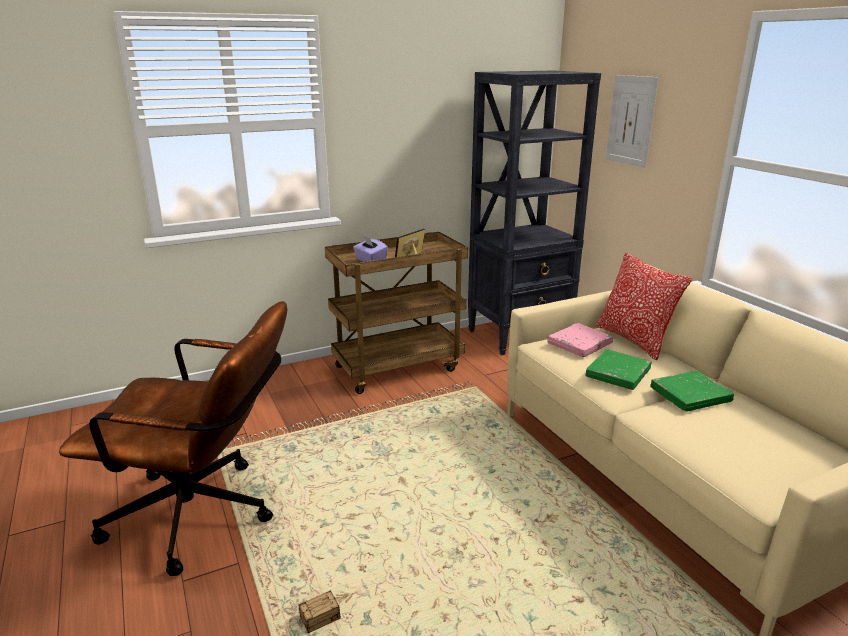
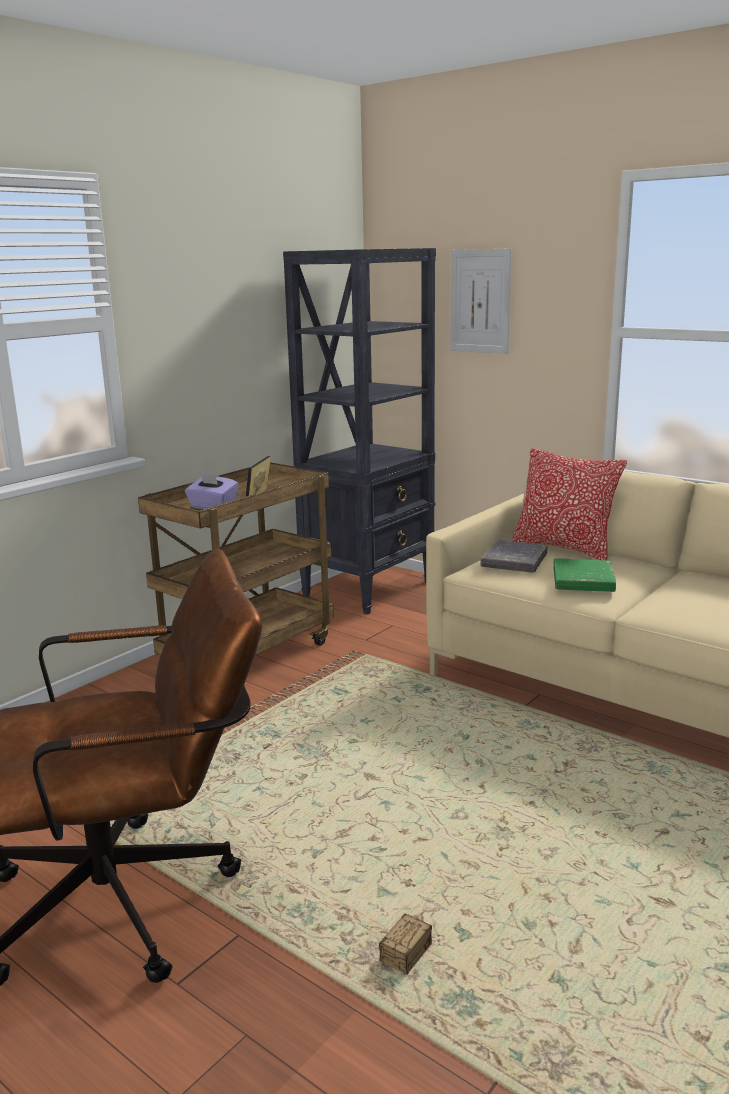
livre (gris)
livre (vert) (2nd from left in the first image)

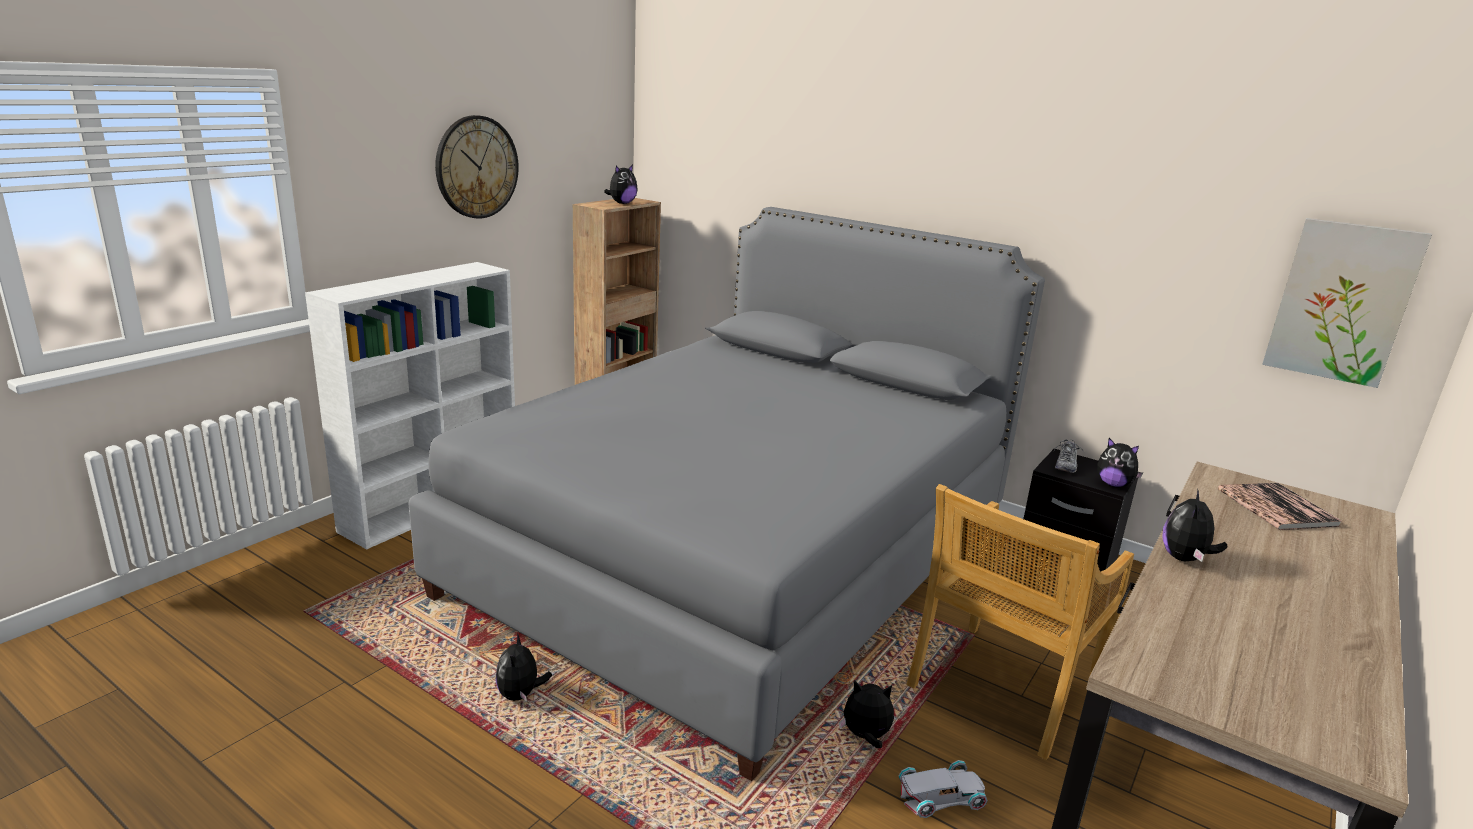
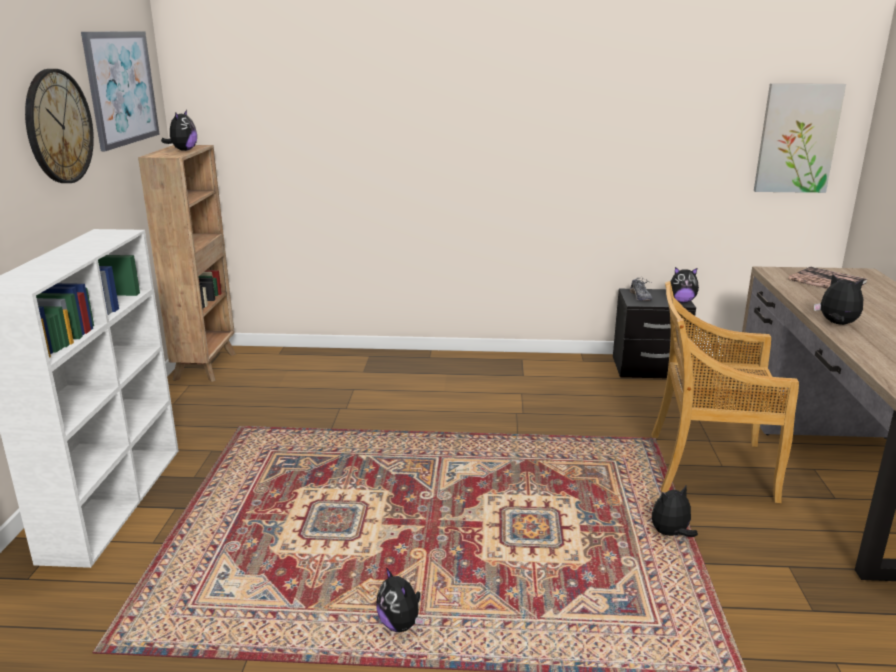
lit (gris)
petite voiture (blanc)
chaise (beige)
peluche (5th from left)
tableau (1st from left)

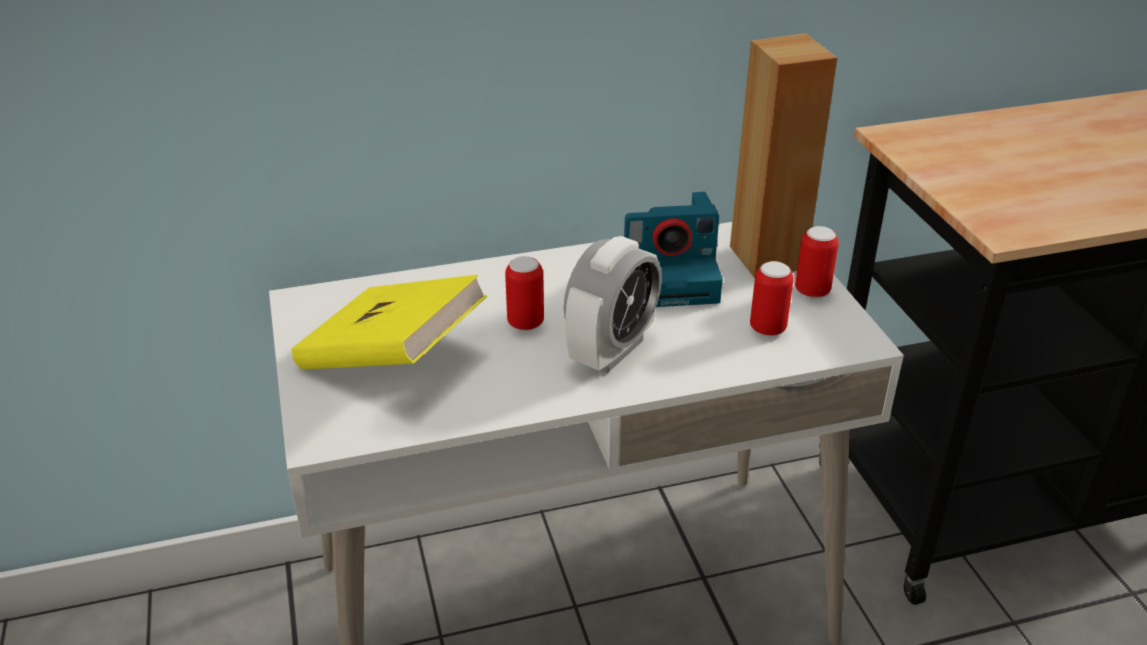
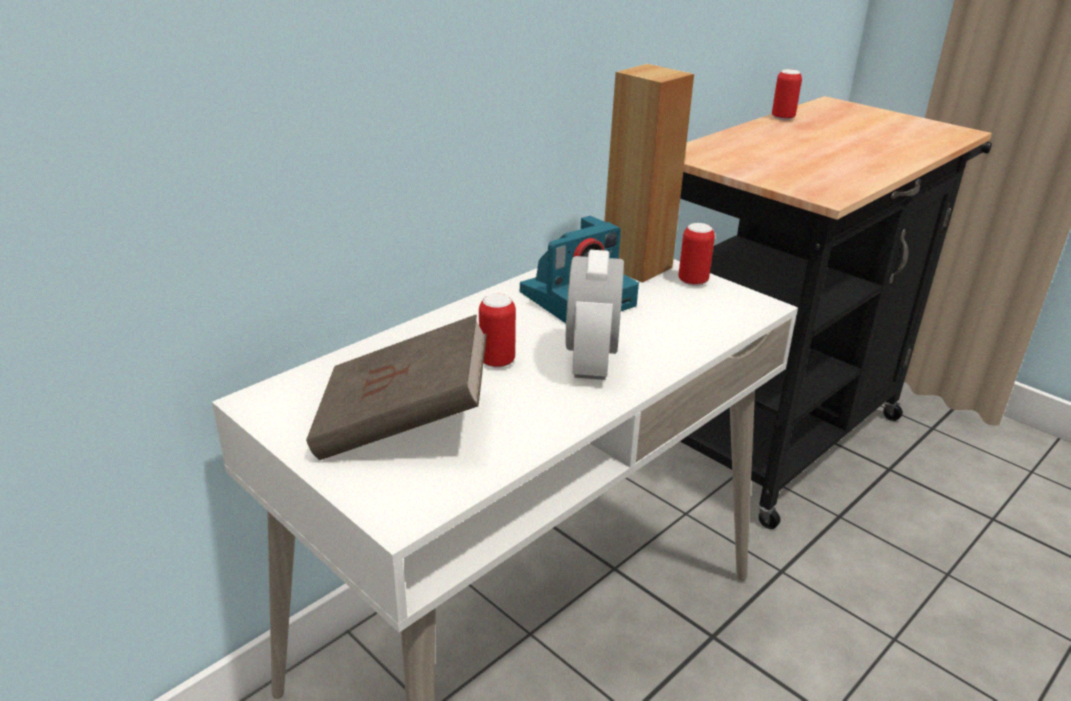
livre (marron)
boîte métallique (3rd from left)

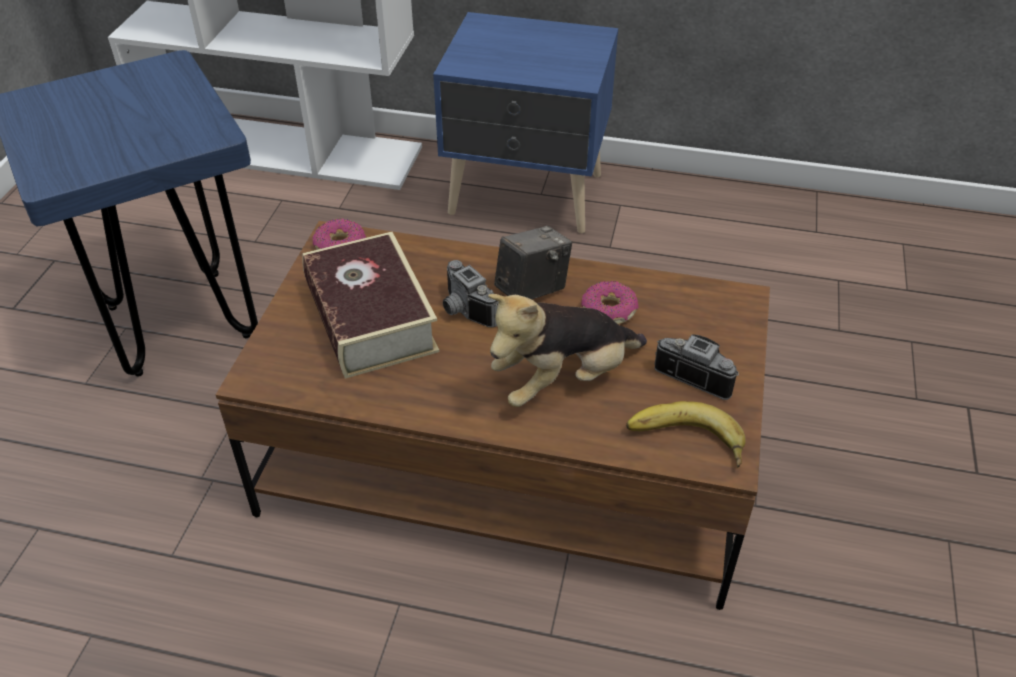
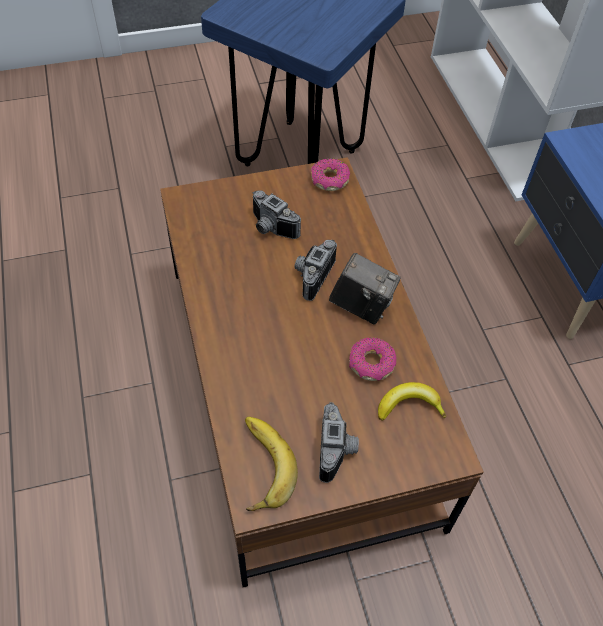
appareil photo (1st from left)
peluche
banane (2nd from left)

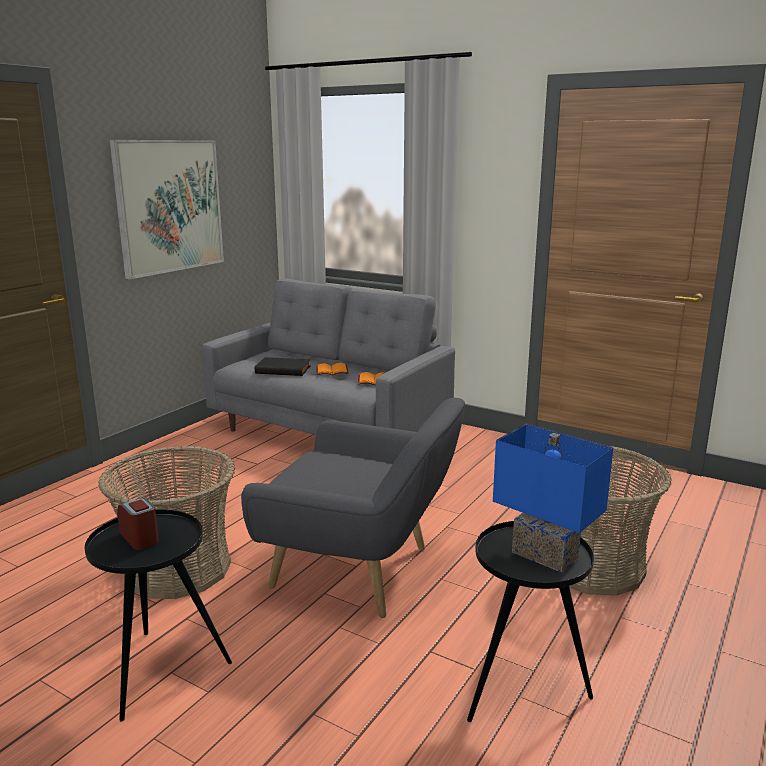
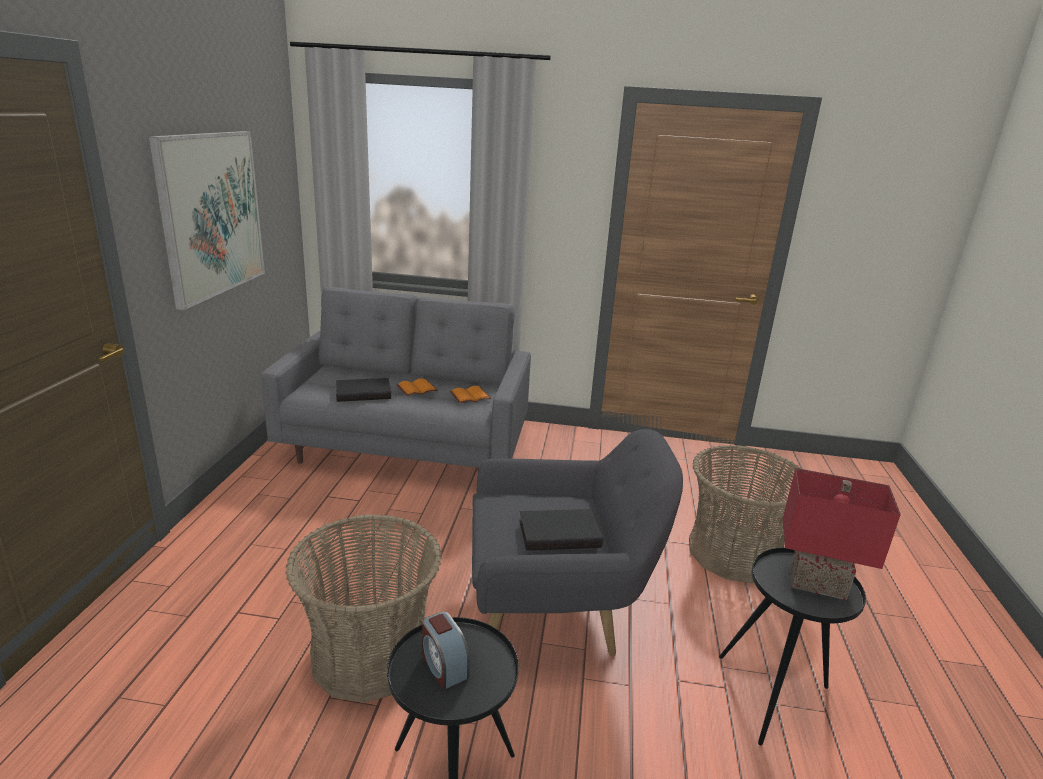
réveil
lampe de table (rouge)
livre (noir) (2nd from left)

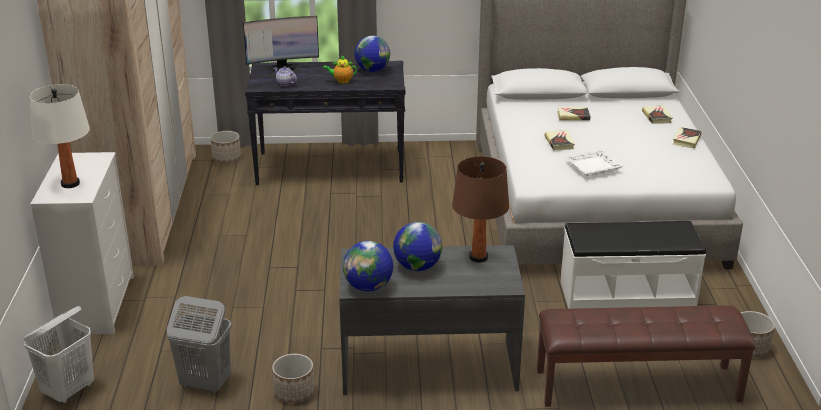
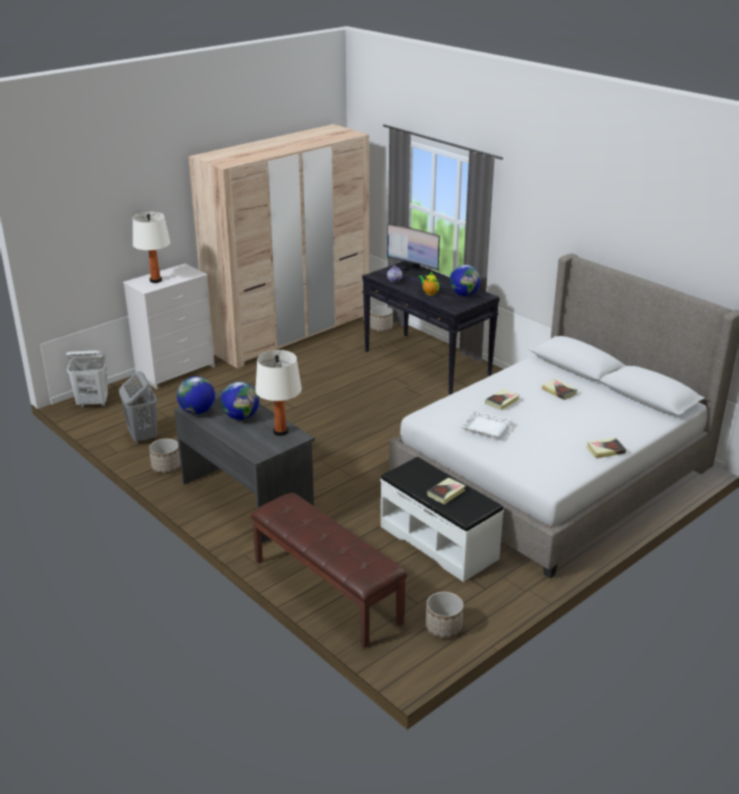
lampe de table (blanc) (2nd from left)
livre (1st from left)

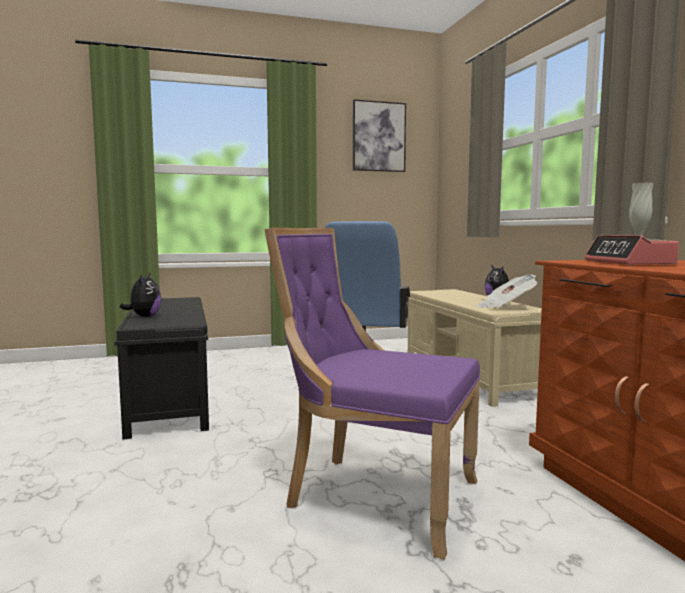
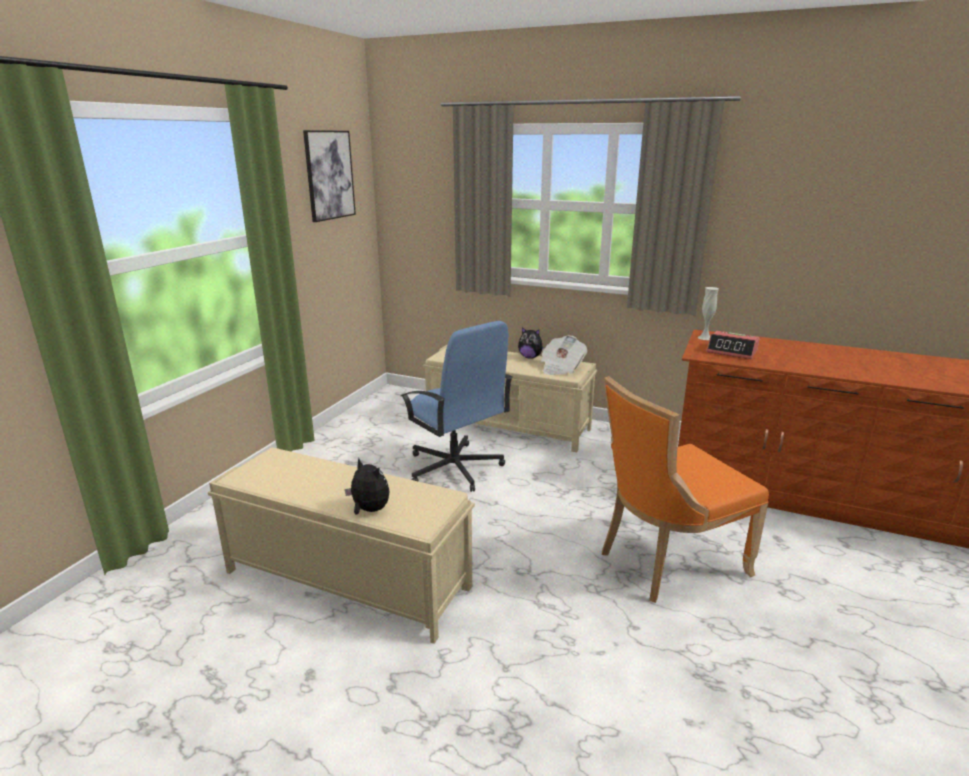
banc (beige) (1st from left)
chaise (orange)

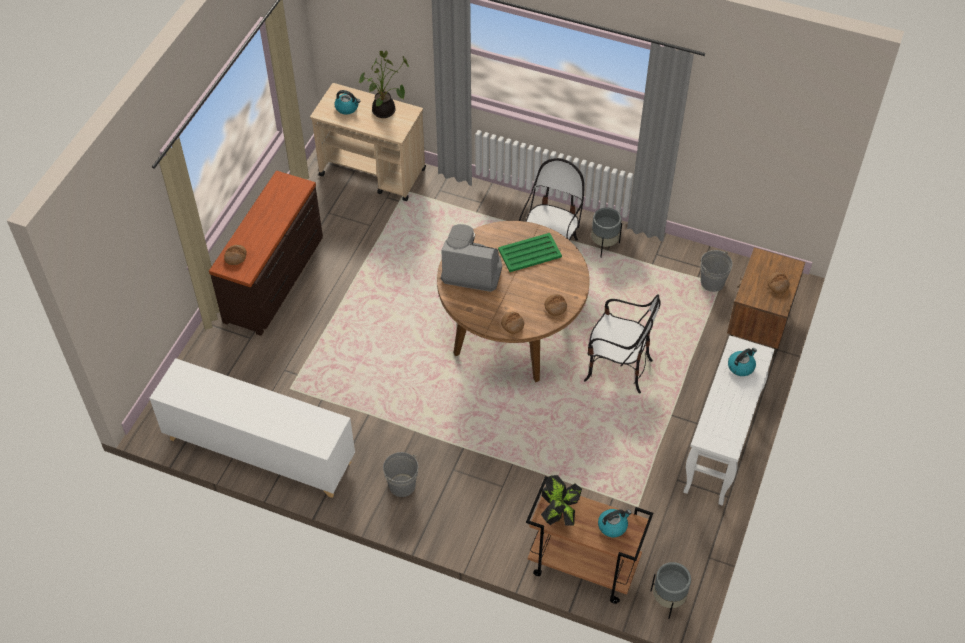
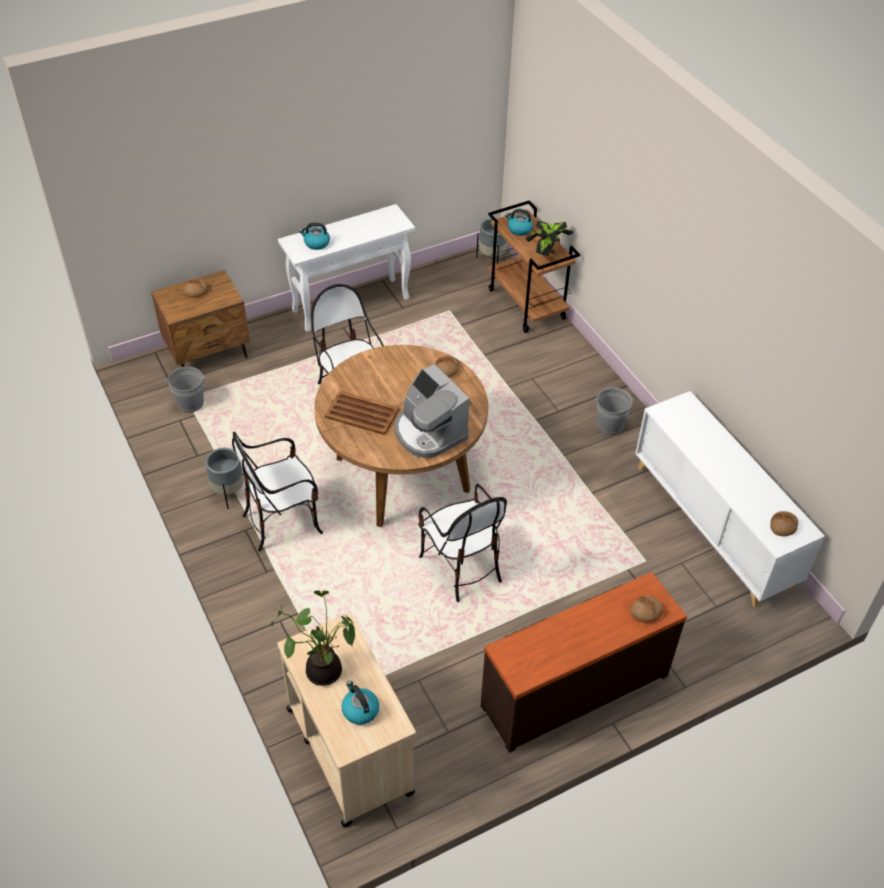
plateau (marron)
pain (4th from left)
chaise (3rd from left)

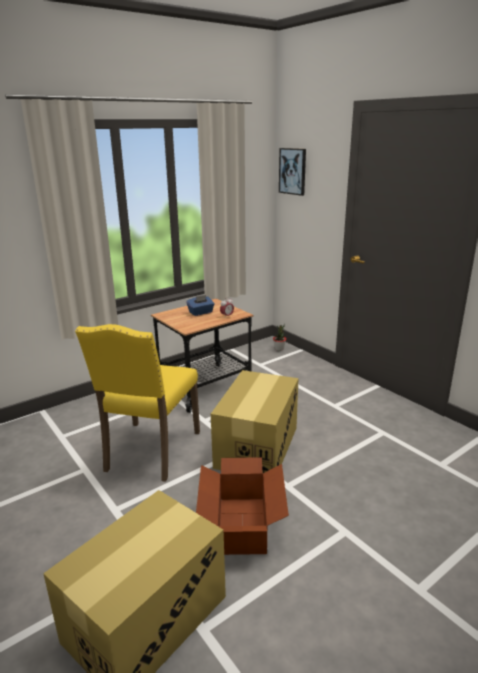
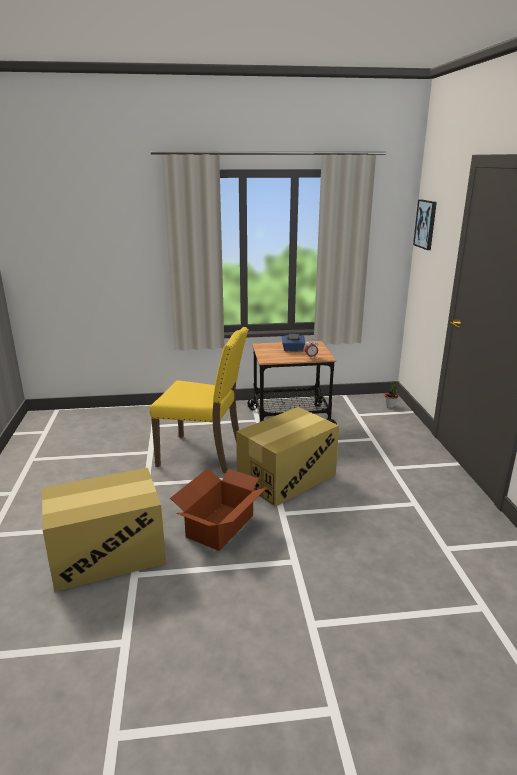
chaise (jaune)

